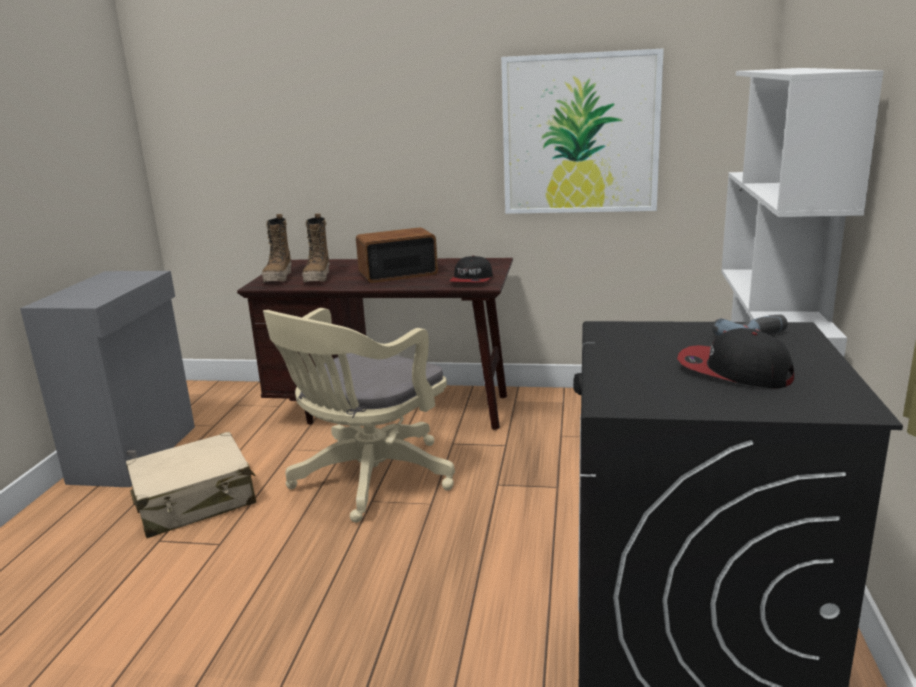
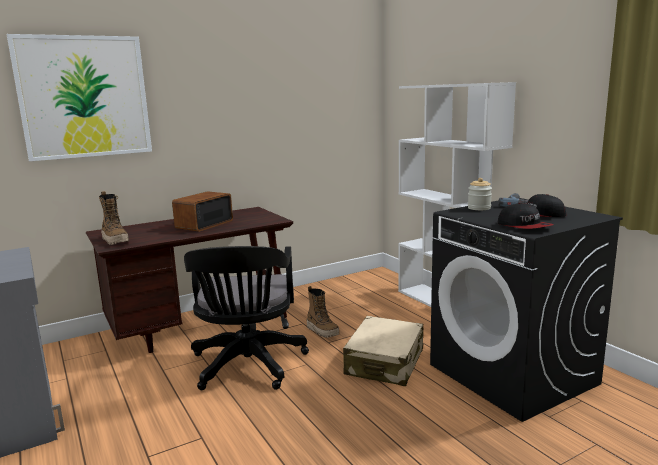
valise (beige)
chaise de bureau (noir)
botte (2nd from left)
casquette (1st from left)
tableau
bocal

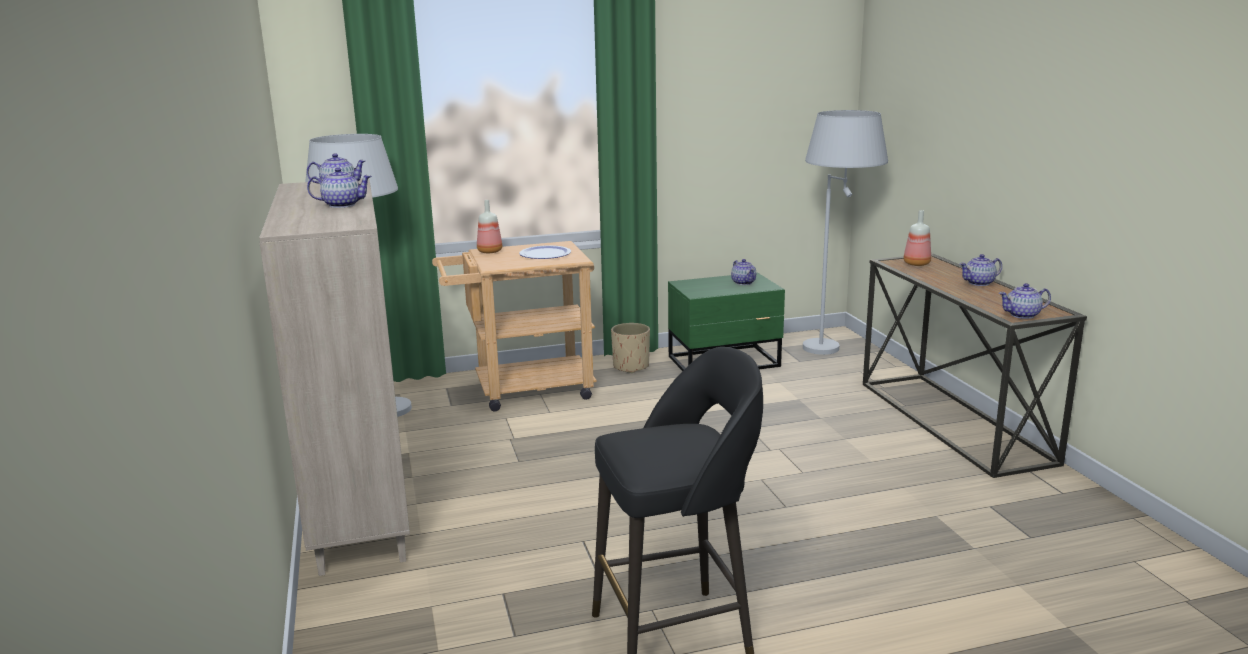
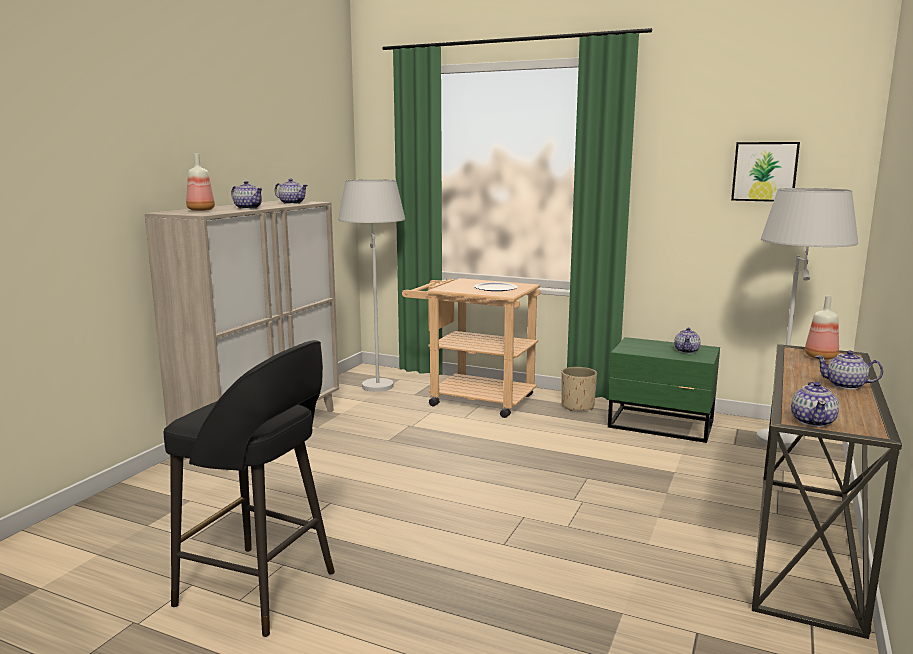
bouteille (1st from left)
théière (4th from left)
tableau

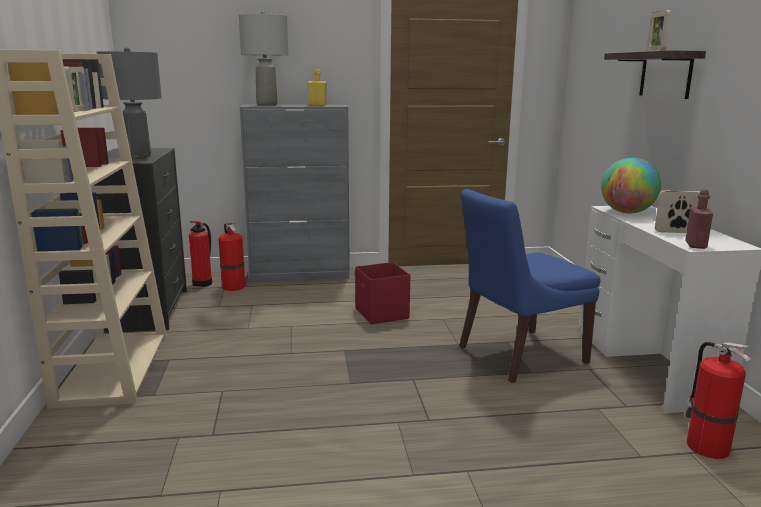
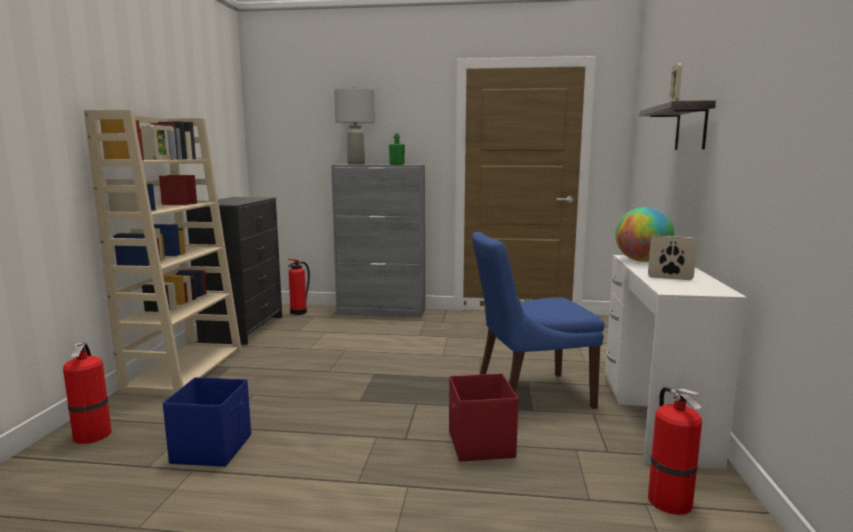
lampe de table (gris) (1st from left in the first image)
extincteur (1st from left)
bouteille (vert)
boîte de rangement (rouge)
bouteille (rouge)
boîte de rangement (bleu)

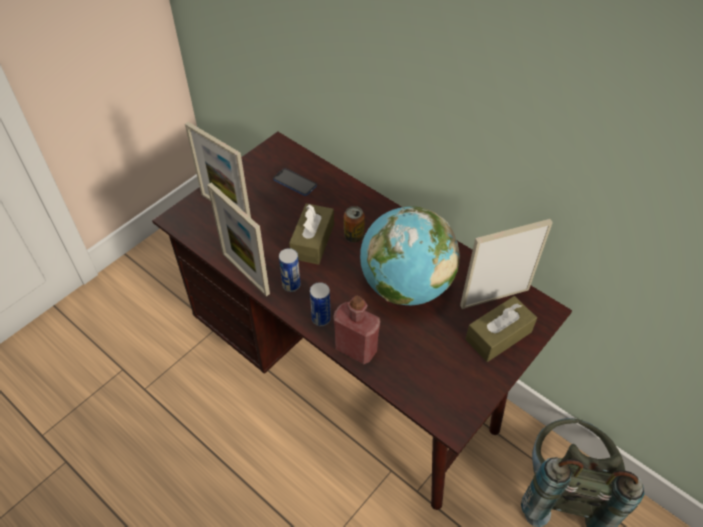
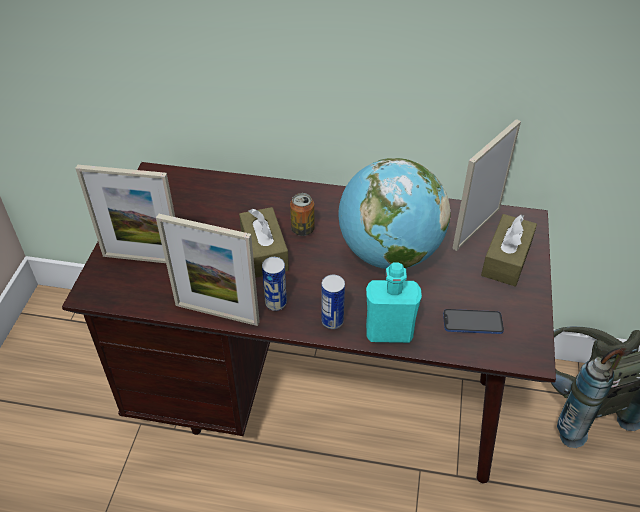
téléphone
bouteille (turquoise)

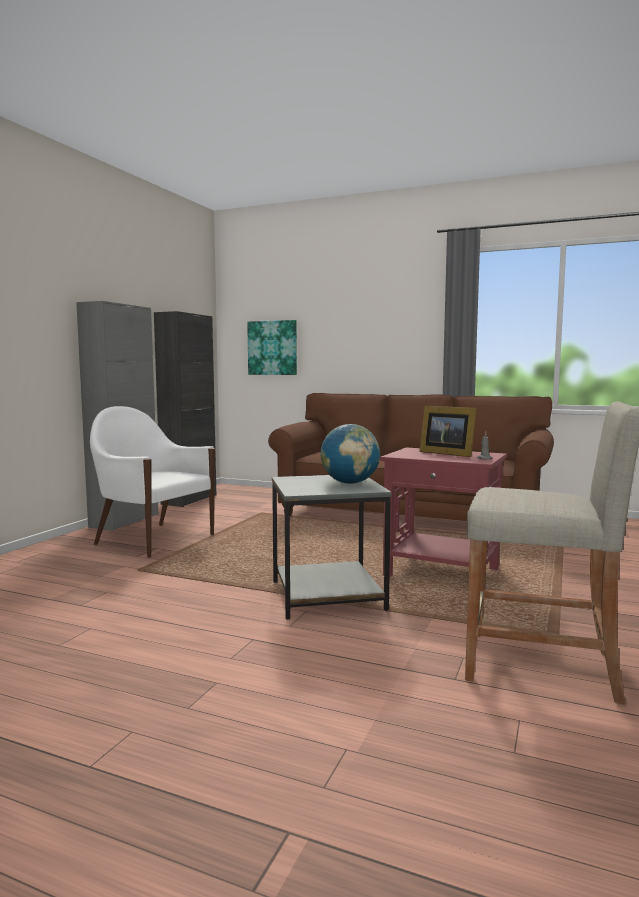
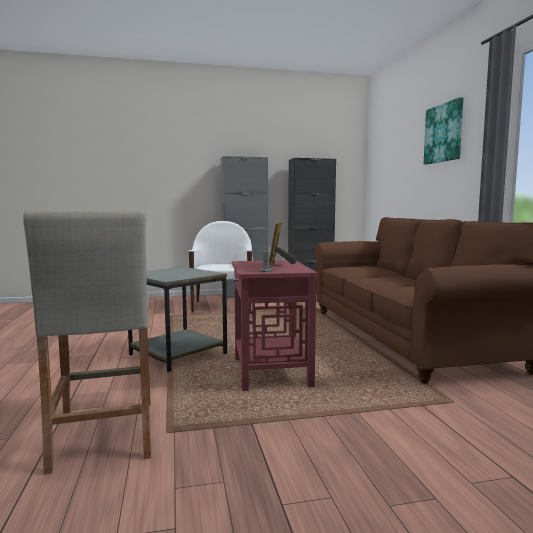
tableau
globe

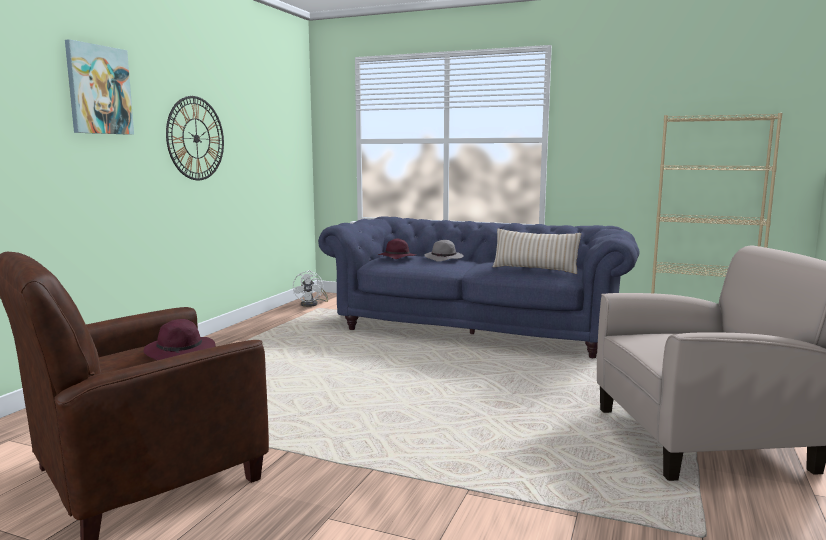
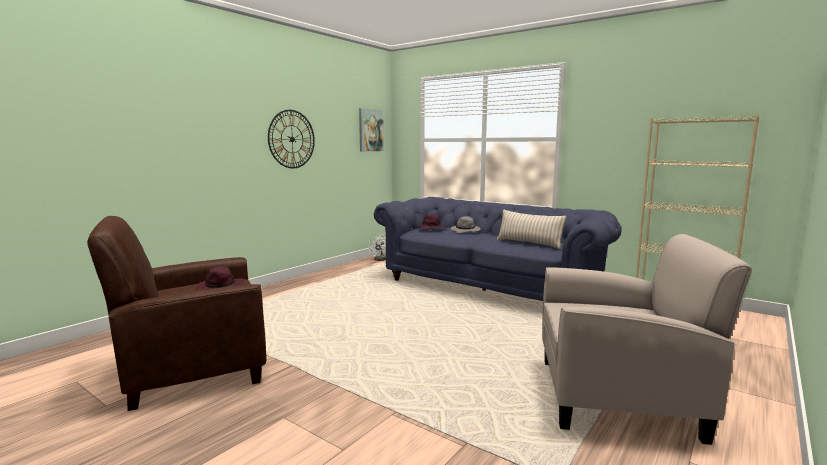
tableau

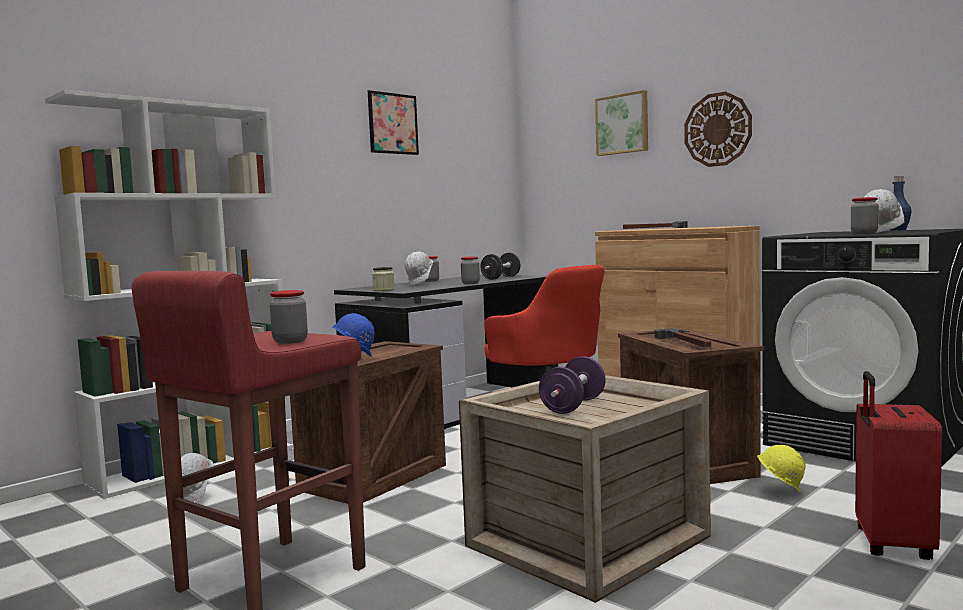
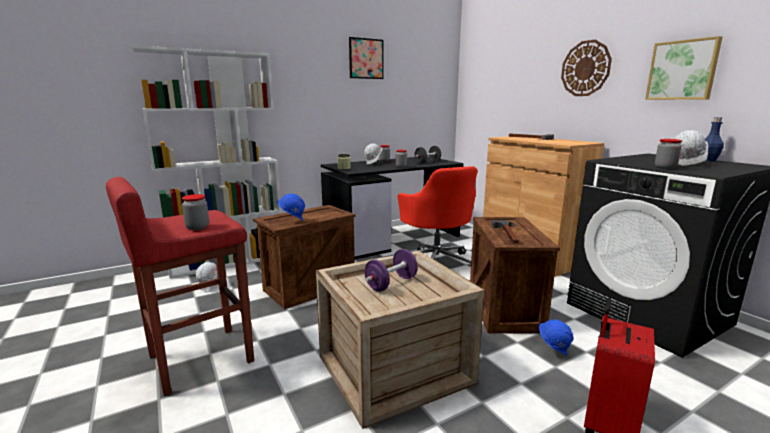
tableau (2nd from left)
casque de chantier (bleu) (2nd from left)

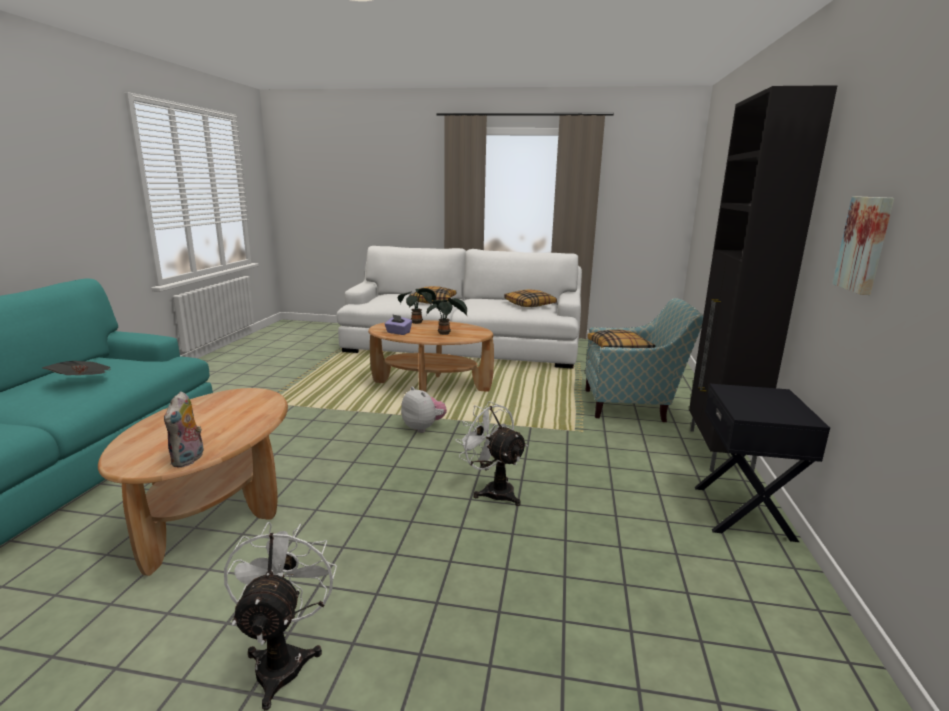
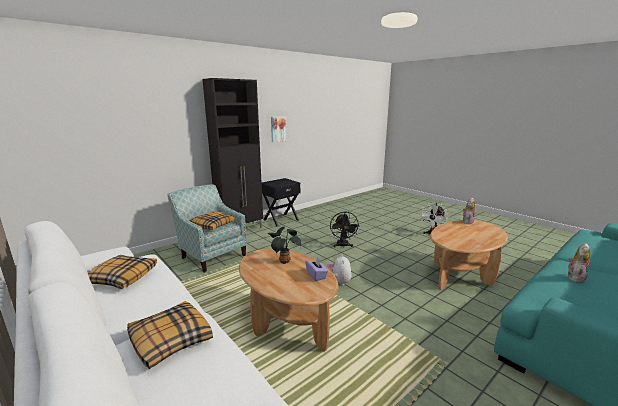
peluche (3rd from left)
plante en pot (1st from left in the first image)
ventilateur (noir)

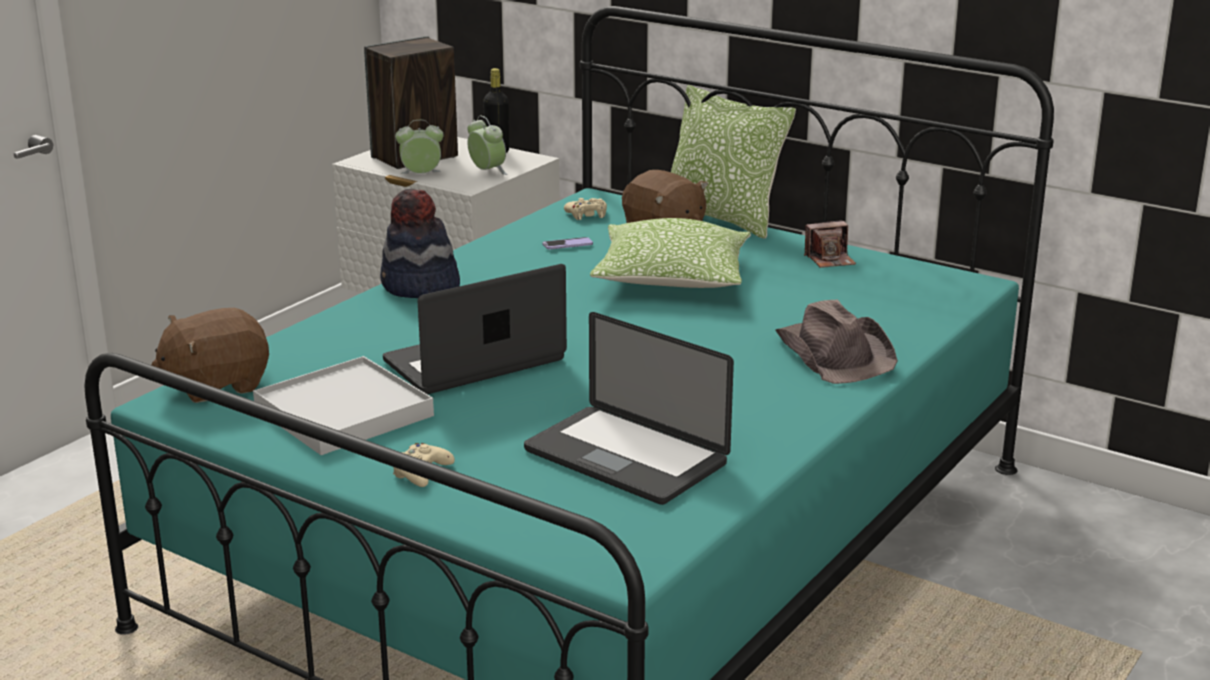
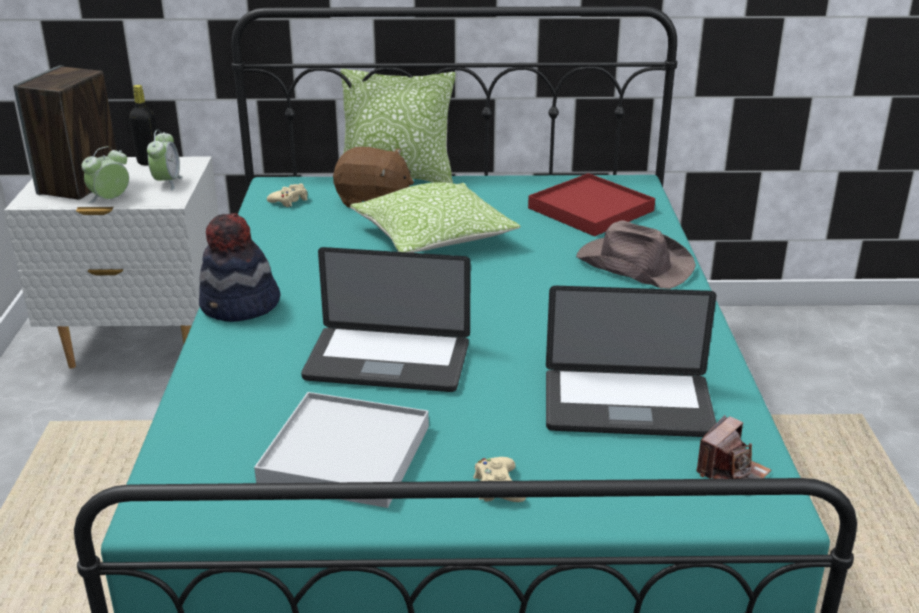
peluche (marron) (1st from left in the first image)
ordinateur portable (1st from left)
réveil (2nd from left)
téléphone
appareil photo
plateau (rouge)

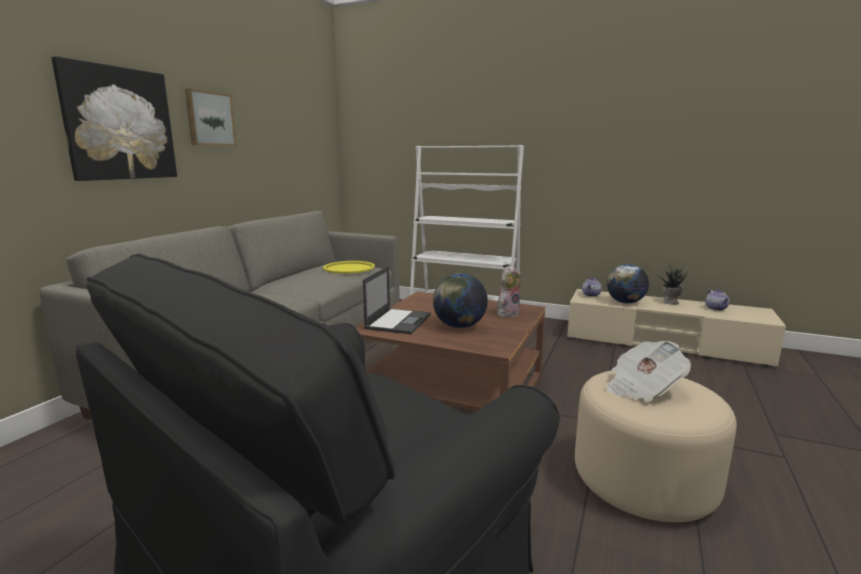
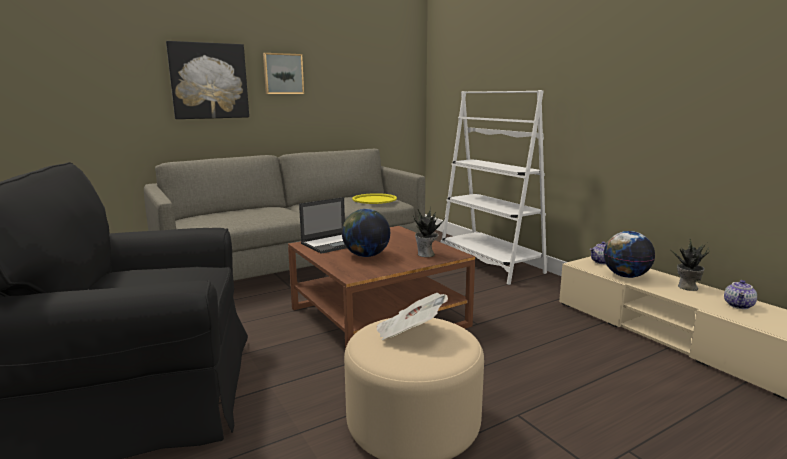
plante en pot (1st from left)

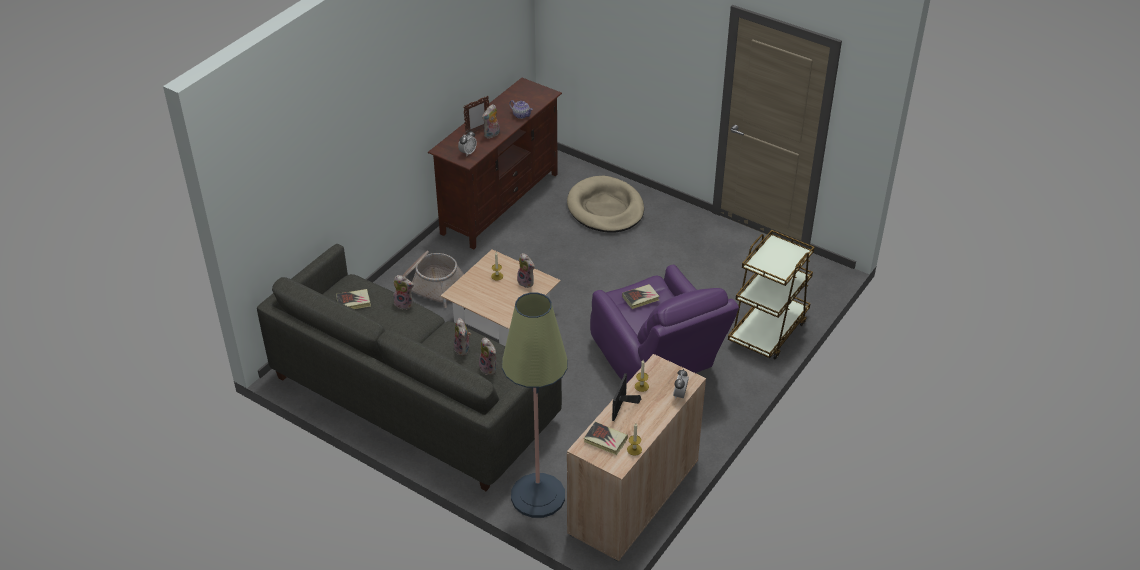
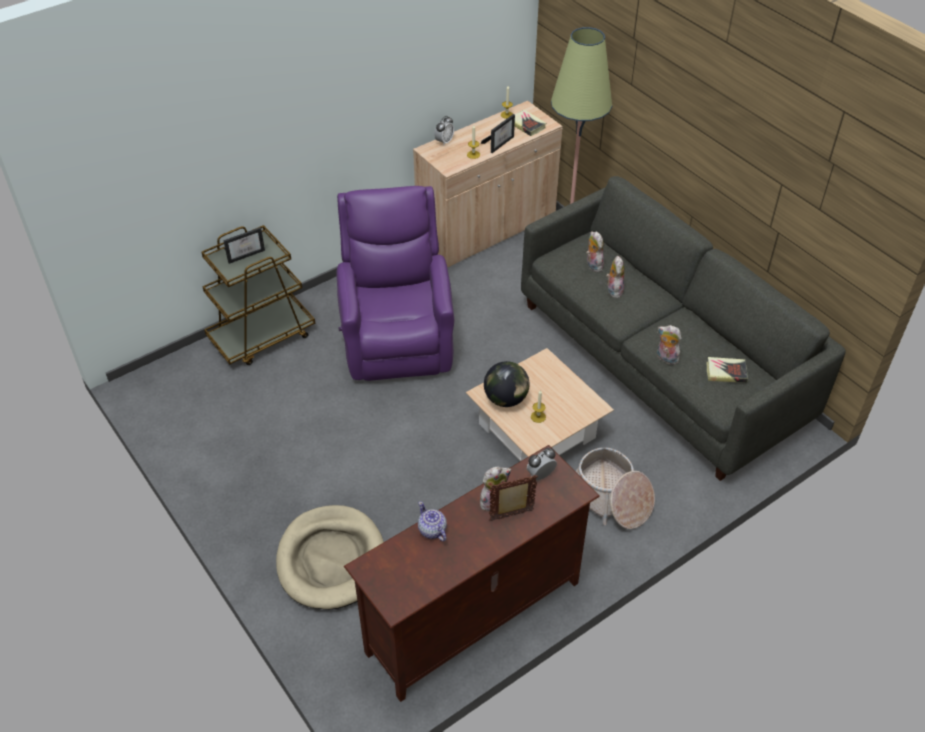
globe
livre (3rd from left in the first image)
cadre photo (1st from left)

